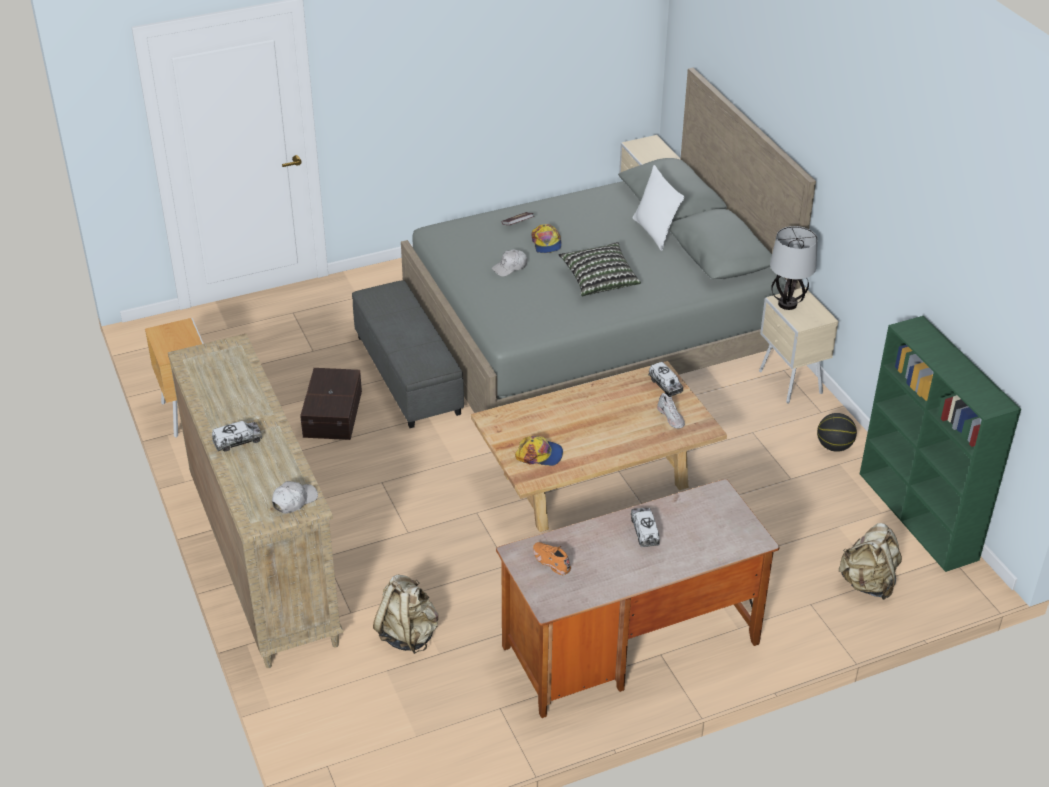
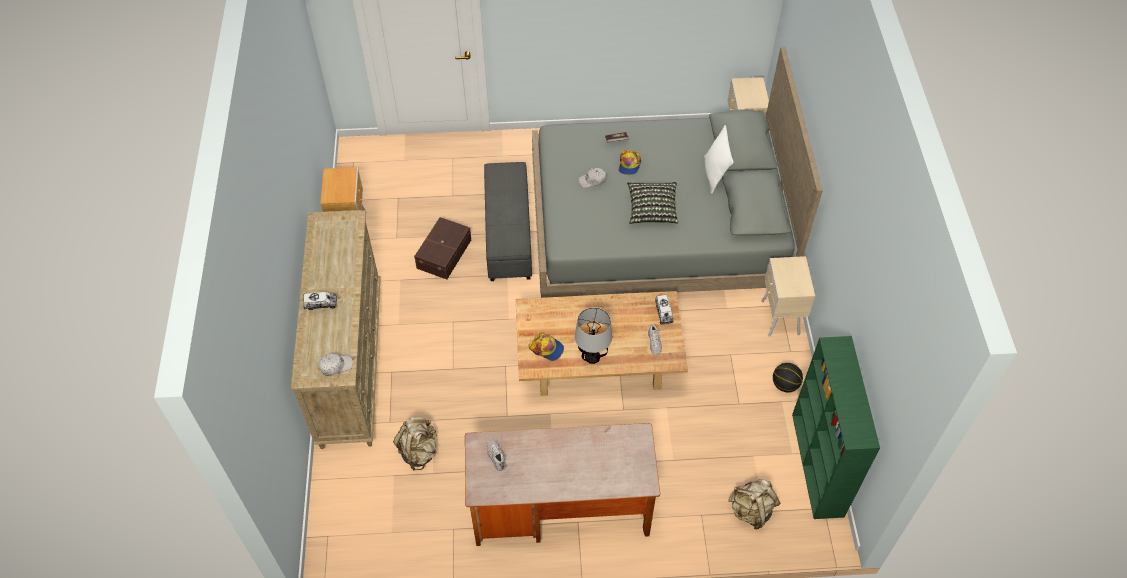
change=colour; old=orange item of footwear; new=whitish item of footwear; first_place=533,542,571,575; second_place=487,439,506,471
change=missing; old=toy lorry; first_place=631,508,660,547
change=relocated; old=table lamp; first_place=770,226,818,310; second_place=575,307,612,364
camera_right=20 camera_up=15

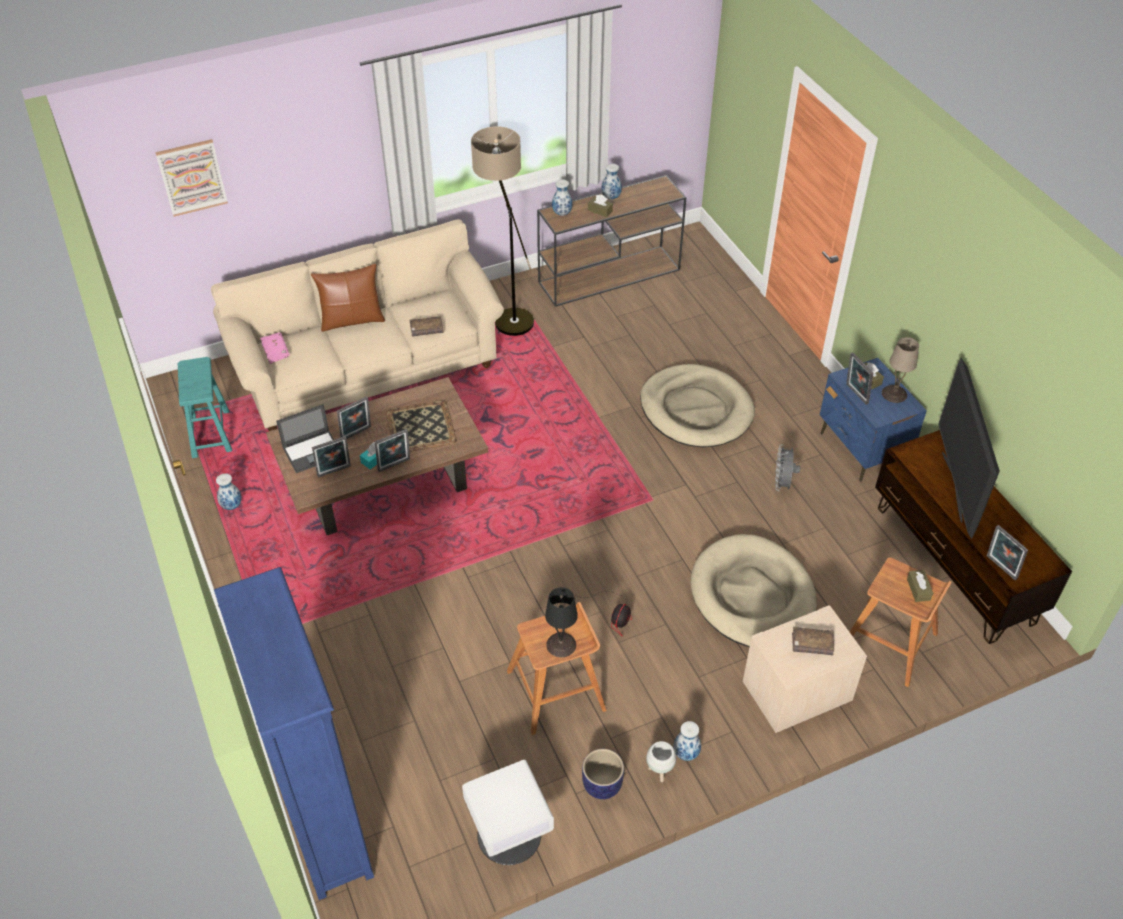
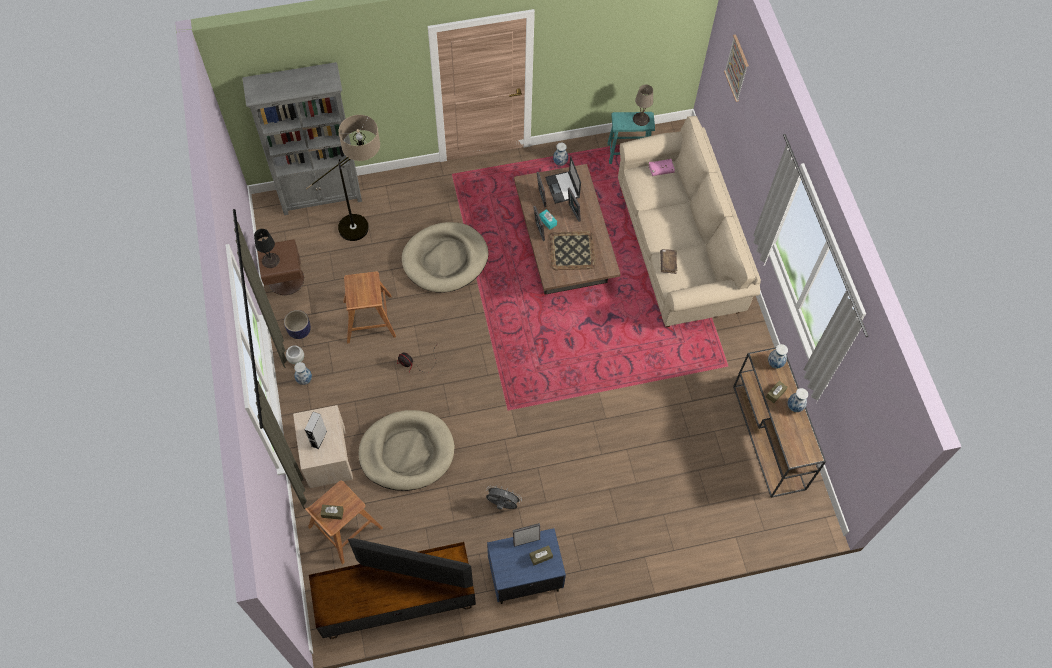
change=colour; old=blue shelving unit; new=grey shelving unit; first_place=214,567,374,900; second_place=242,62,362,215
change=missing; old=brown-coloured throw pillow; first_place=311,264,385,332
change=colour; old=whitish bedside table; new=brown-coloured bedside table; first_place=462,760,554,865; second_place=257,239,304,295
change=relocated; old=standard lamp; first_place=471,127,534,336; second_place=306,115,380,241
change=relocated; old=black-coloured table lamp; first_place=545,587,578,658; second_place=254,229,280,268
change=relocated; old=beige-coloured dog bed; first_place=640,364,755,447; second_place=402,222,488,293
change=exchanged; old=brown-coloured book; new=grey speaker; first_place=792,627,834,655; second_place=304,412,327,449
change=relocated; old=beige-coloured table lamp; first_place=882,337,919,403; second_place=633,84,653,126
change=missing; old=photo frame; first_place=987,525,1028,580
camera_right=100 camera_up=15

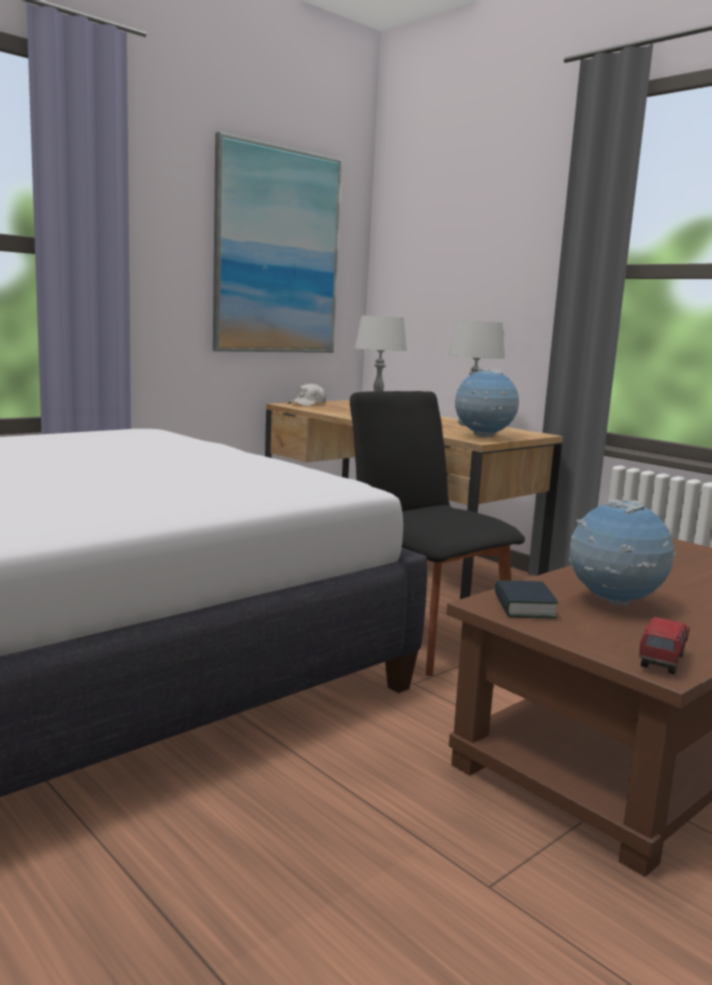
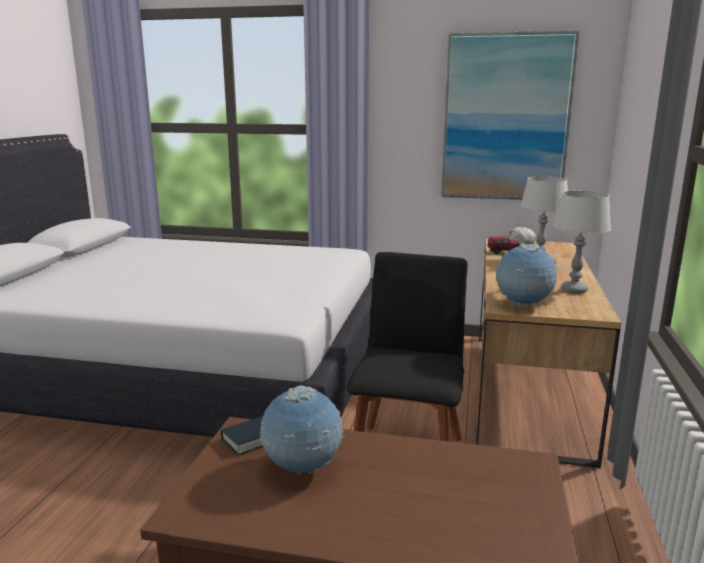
change=relocated; old=toy lorry; first_place=639,617,690,674; second_place=487,236,520,254
camera_right=55 camera_up=5

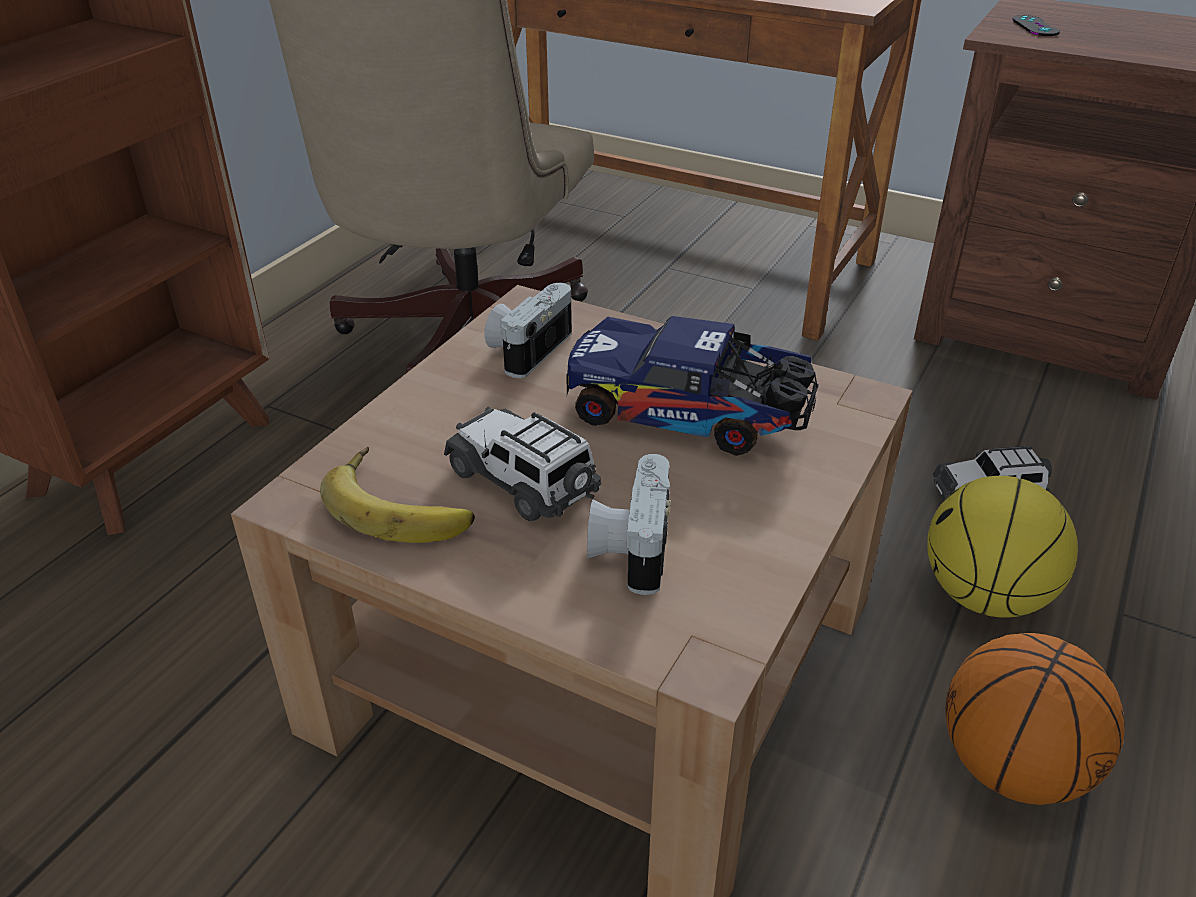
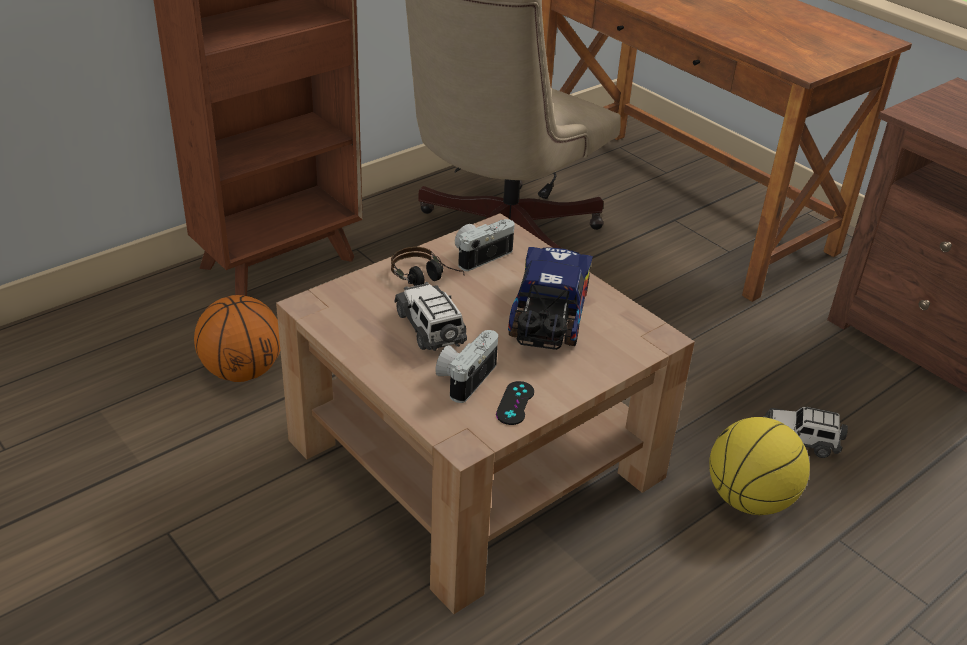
change=missing; old=banana fruit; first_place=320,447,475,543
change=spun; old=toy lorry; first_place=566,316,819,456; second_place=508,247,593,350; degrees=60
change=relocated; old=basketball ball; first_place=945,633,1125,805; second_place=194,295,280,382
change=relocated; old=black-coloured game controller; first_place=1012,15,1060,36; second_place=496,381,534,425
change=appeared; new=headset; second_place=391,247,464,286
camera_right=20 camera_up=0

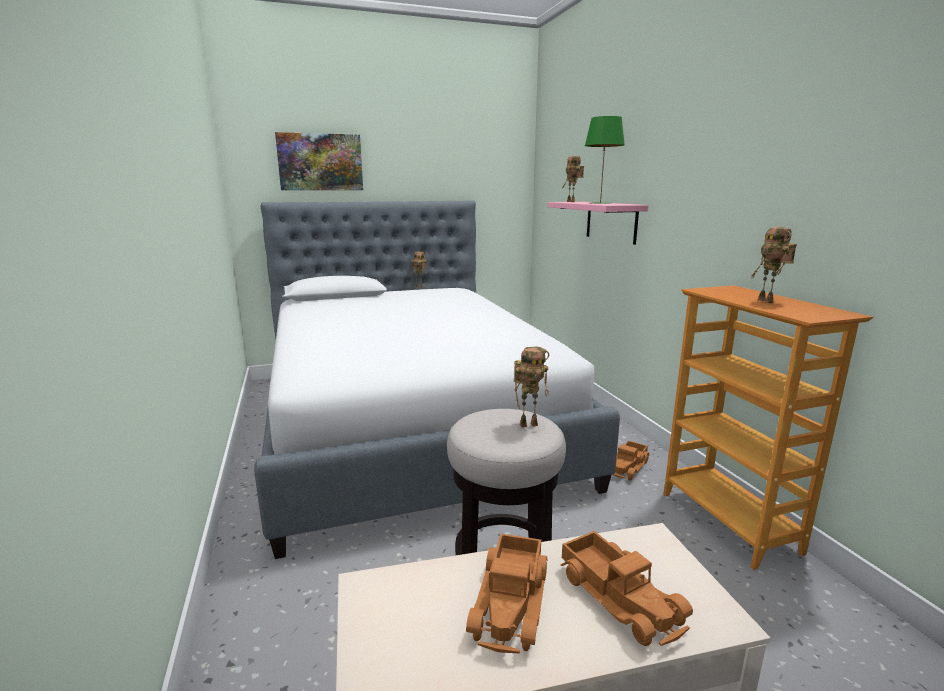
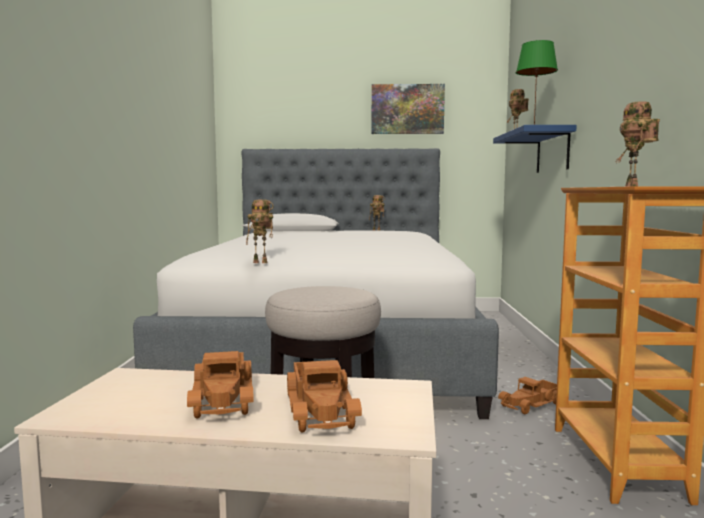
change=relocated; old=wall art; first_place=275,132,363,190; second_place=372,84,445,134
change=spun; old=toy lorry; first_place=466,534,548,654; second_place=187,351,254,419; degrees=-45
change=relocated; old=robot figure; first_place=514,346,549,428; second_place=246,199,273,263
change=colour; old=pinkish shelf; new=blue shelf; first_place=547,202,649,245; second_place=493,125,577,173
camera_right=20 camera_up=-10

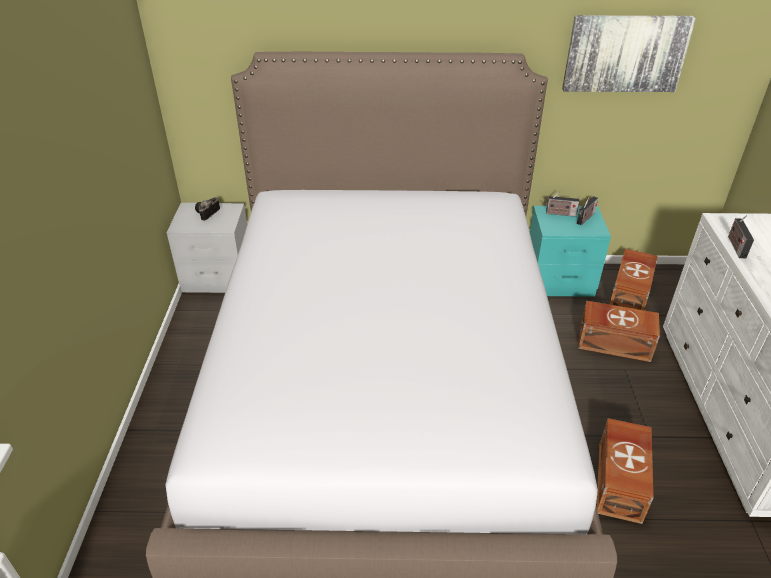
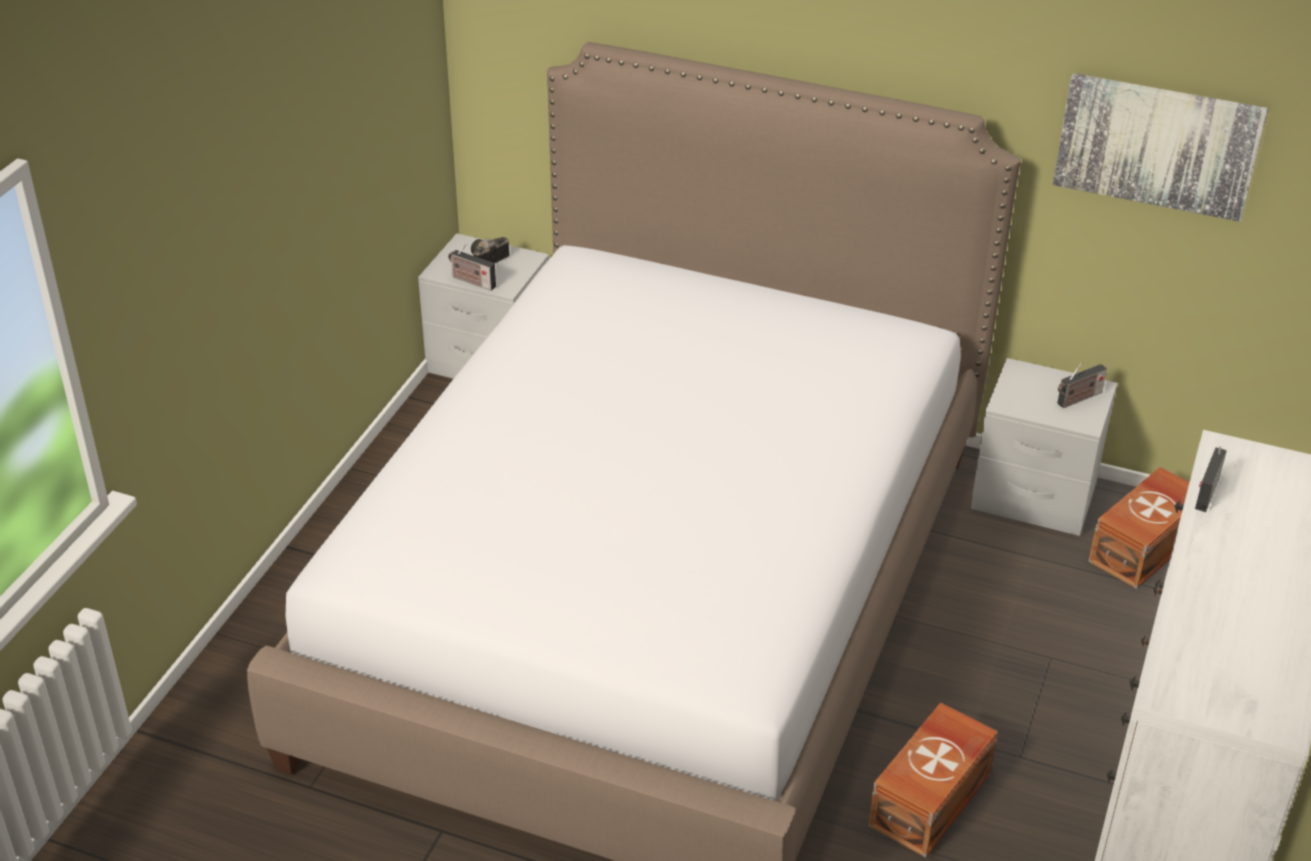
change=colour; old=blue-green bedside table; new=grey bedside table; first_place=530,206,611,297; second_place=971,358,1117,536
change=relocated; old=radio receiver; first_place=545,190,579,217; second_place=448,243,496,291
change=missing; old=brown-coloured storage container; first_place=578,301,660,362
camera_right=20 camera_up=0

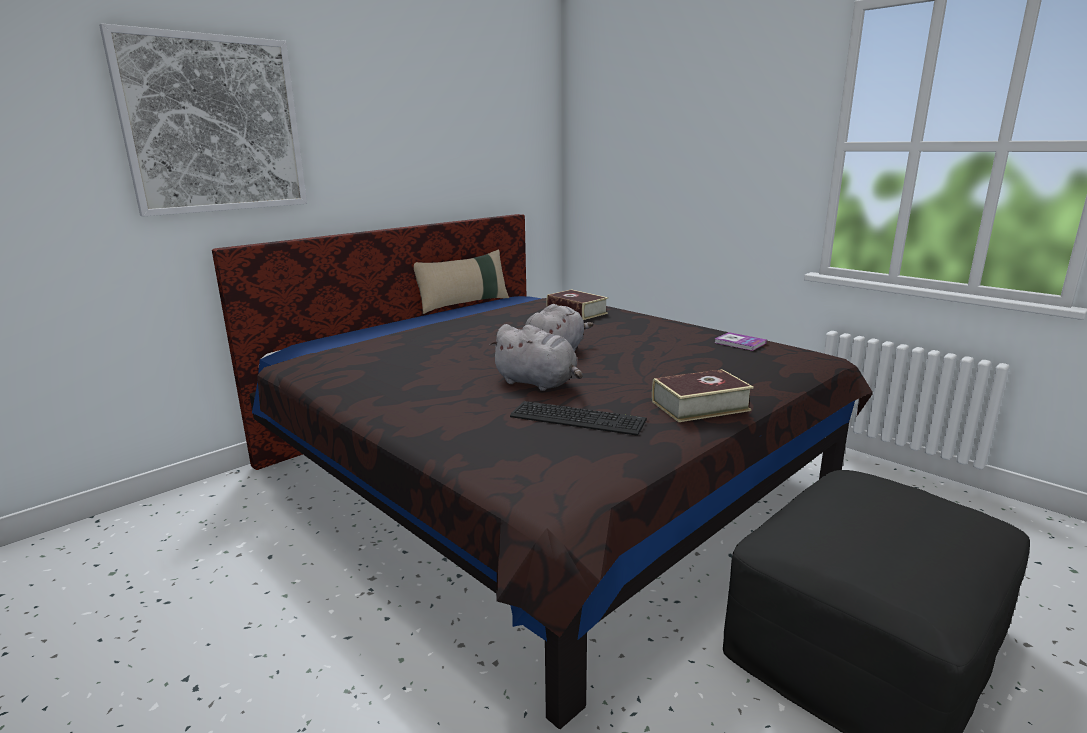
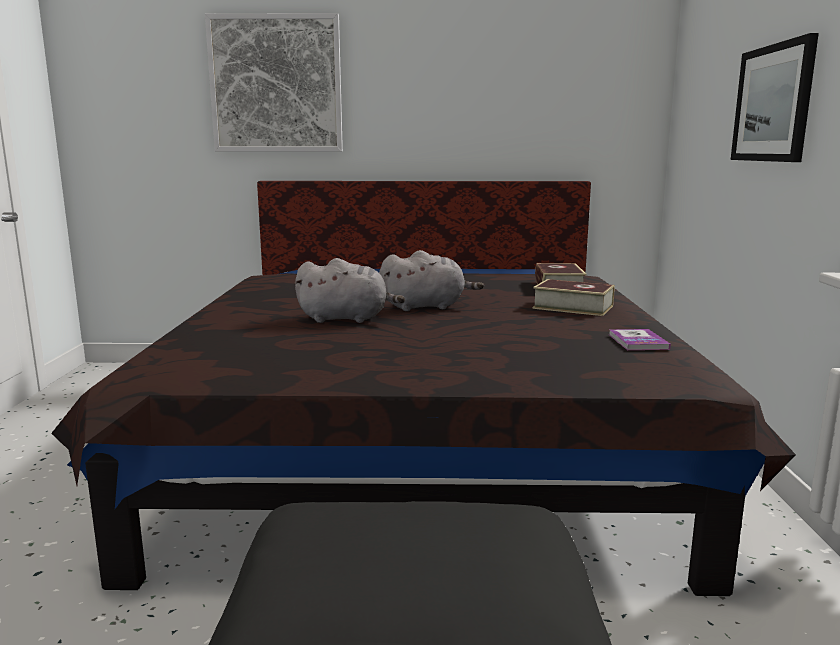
change=missing; old=beige-coloured throw pillow; first_place=414,249,509,314
change=spun; old=grey plush toy; first_place=489,324,582,391; second_place=294,258,405,323; degrees=-75
change=missing; old=keyboard; first_place=510,401,647,436
change=relocated; old=book; first_place=652,369,754,422; second_place=533,279,615,316
change=appeared; new=wall art; second_place=731,33,819,162
camera_right=45 camera_up=-5

